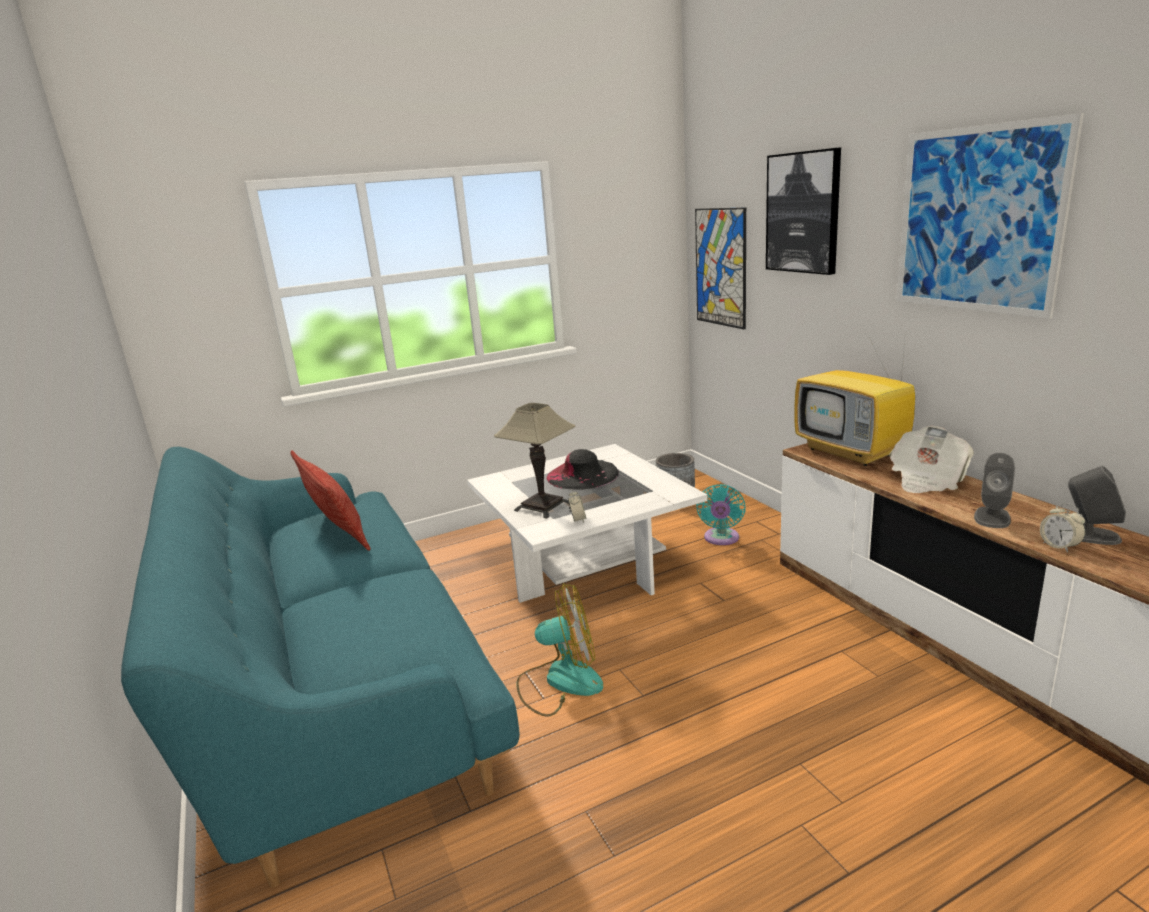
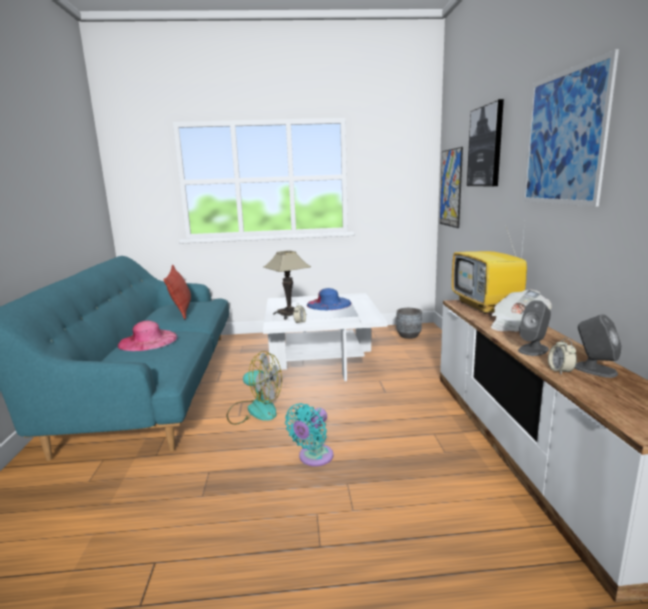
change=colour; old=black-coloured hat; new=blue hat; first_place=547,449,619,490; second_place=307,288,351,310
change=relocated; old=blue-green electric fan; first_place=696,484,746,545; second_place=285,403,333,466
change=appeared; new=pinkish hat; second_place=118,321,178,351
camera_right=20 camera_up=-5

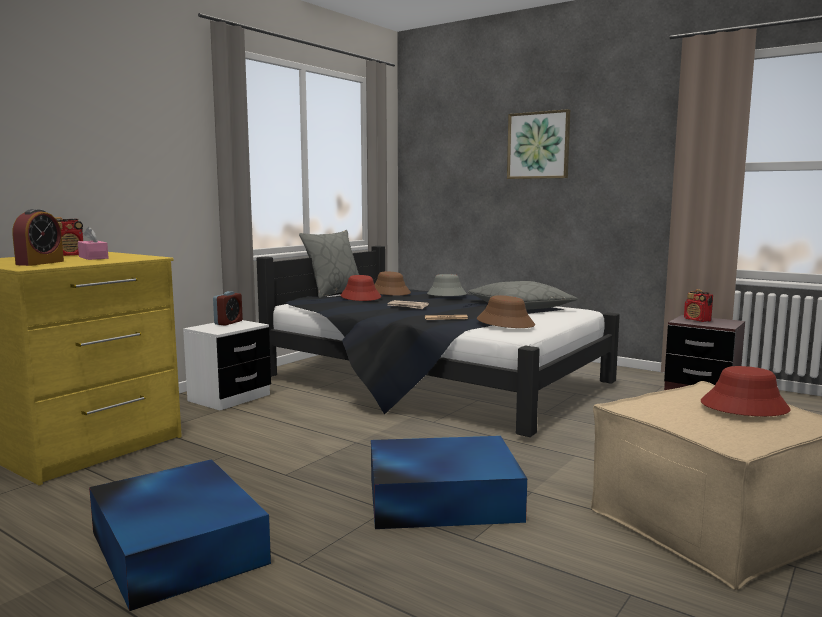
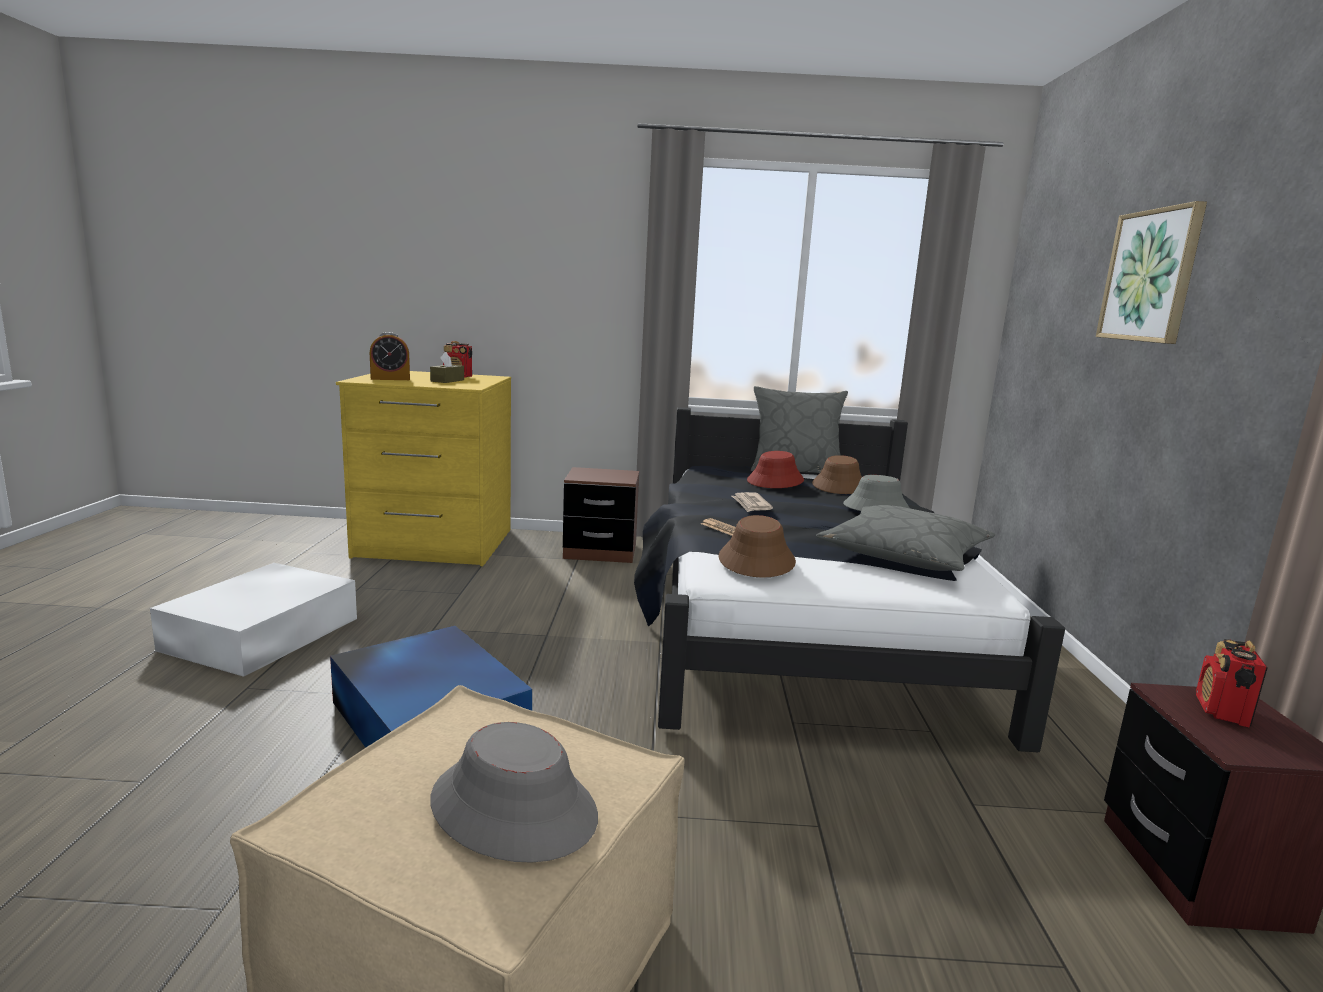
change=colour; old=pinkish tissue holder; new=brown-coloured tissue holder; first_place=78,226,108,260; second_place=430,352,464,383
change=colour; old=blue storage container; new=whitish storage container; first_place=89,459,271,611; second_place=150,563,357,677
change=colour; old=whitish bedside table; new=brown-coloured bedside table; first_place=183,320,271,410; second_place=563,467,639,563
change=missing; old=bedside clock; first_place=213,291,243,326
change=colour; old=red hat; new=grey hat; first_place=701,366,791,416; second_place=430,722,598,863
camera_right=55 camera_up=5

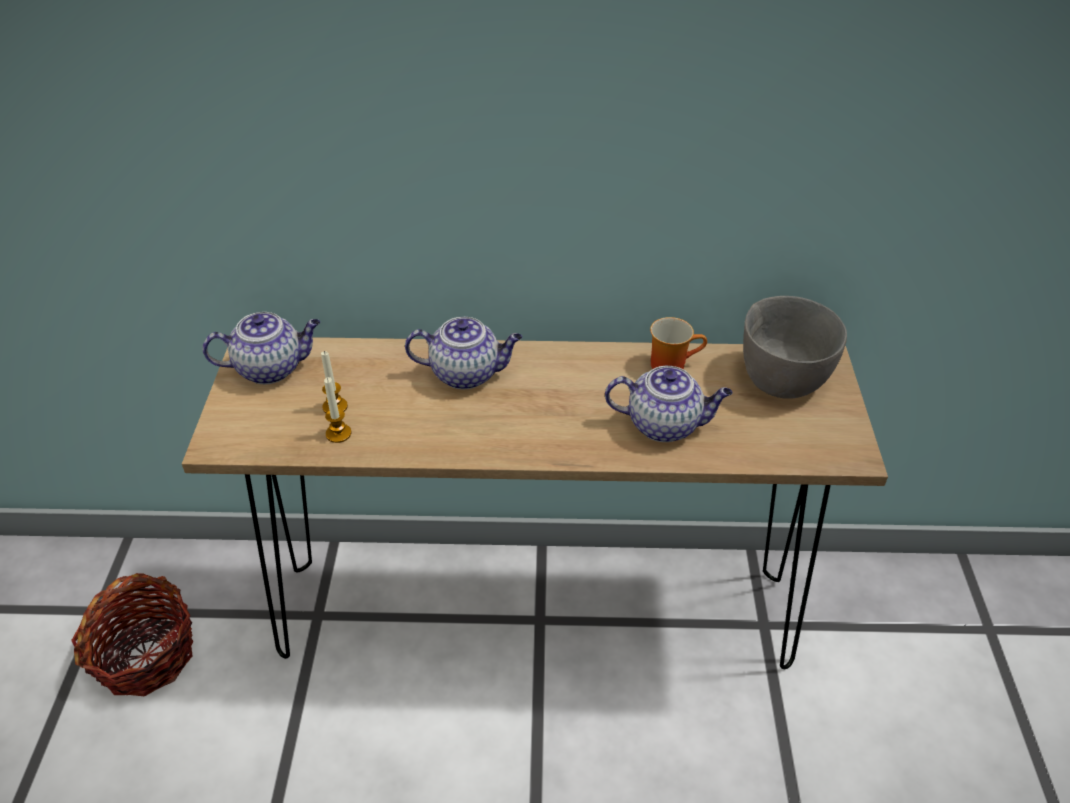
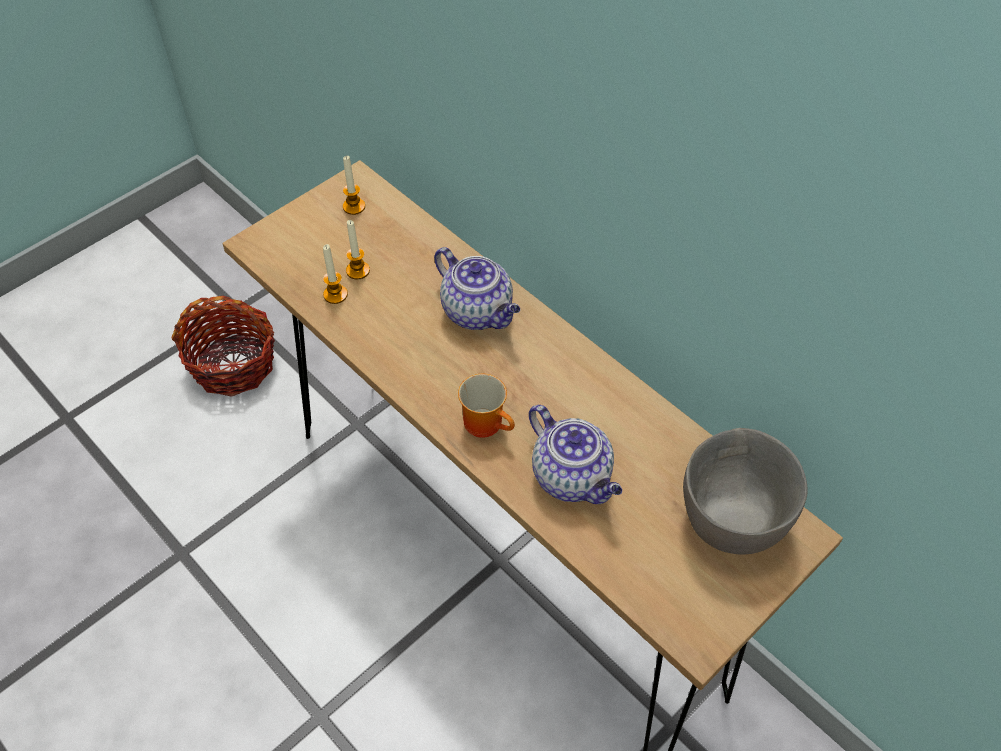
change=exchanged; old=tea pot; new=wax light; first_place=202,312,320,384; second_place=343,156,365,215
change=relocated; old=tea mug; first_place=650,317,707,369; second_place=458,374,515,438
camera_right=45 camera_up=10

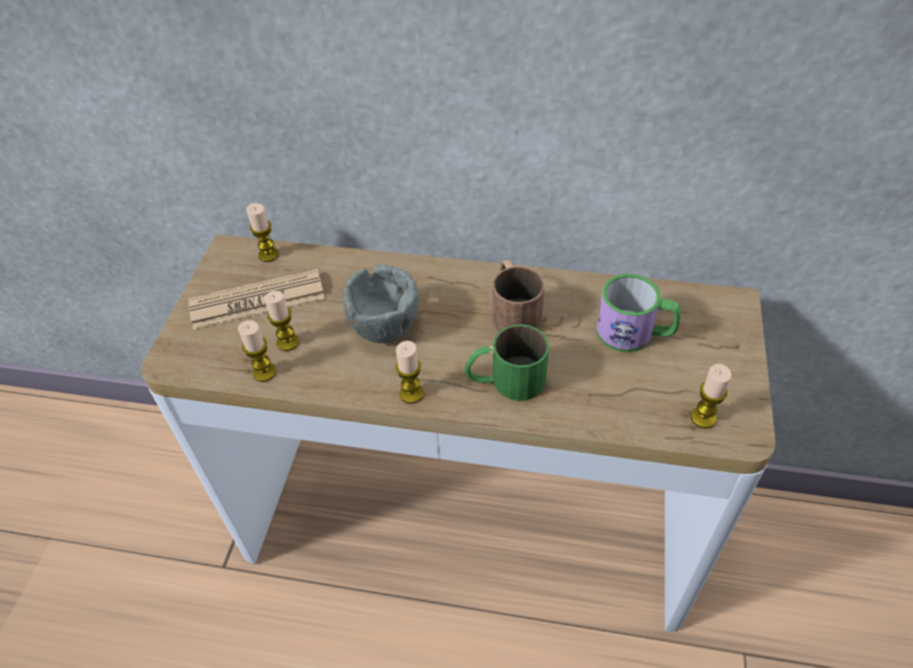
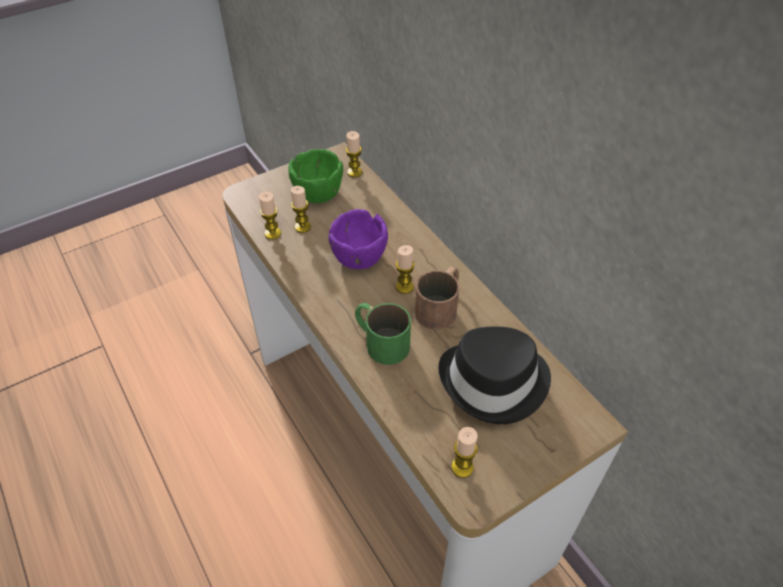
change=exchanged; old=newspaper; new=greenish serving bowl; first_place=189,269,325,330; second_place=289,149,343,203
change=colour; old=grey serving bowl; new=purplish serving bowl; first_place=343,265,419,343; second_place=328,209,388,269
change=relocated; old=wax light; first_place=395,341,424,404; second_place=396,245,415,294
change=exchanged; old=tea mug; new=black-coloured hat; first_place=596,274,681,352; second_place=438,327,551,424
camera_right=45 camera_up=0

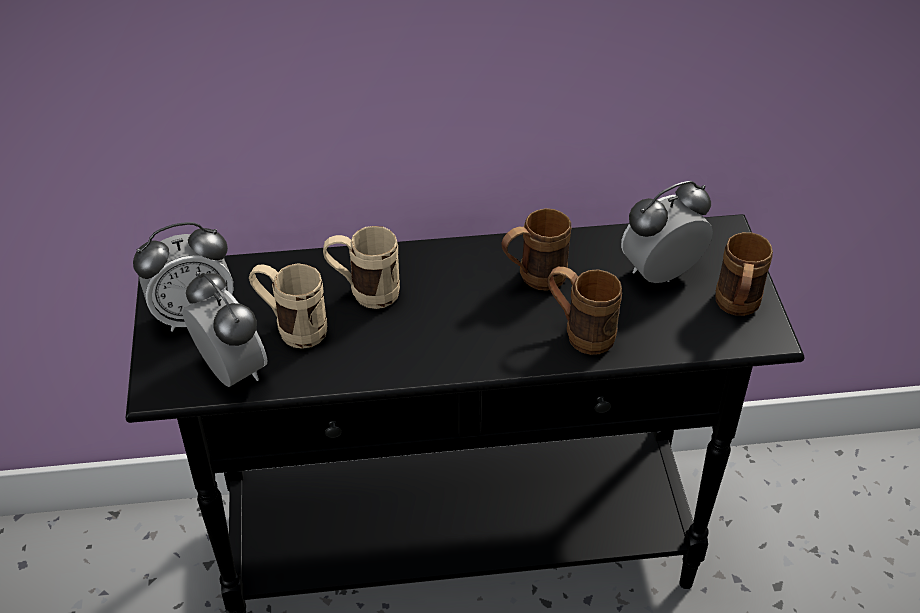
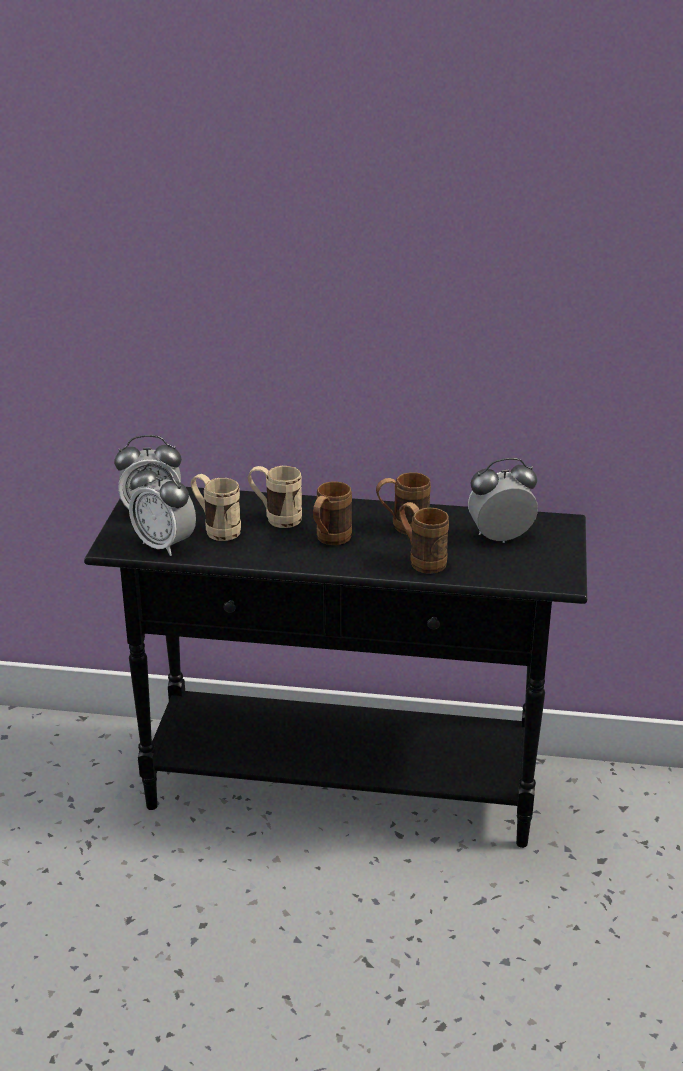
change=spun; old=bedside clock; first_place=182,272,267,387; second_place=129,463,196,556; degrees=150
change=relocated; old=brown-coloured tea mug; first_place=715,232,773,316; second_place=313,481,352,545
camera_right=15 camera_up=-15

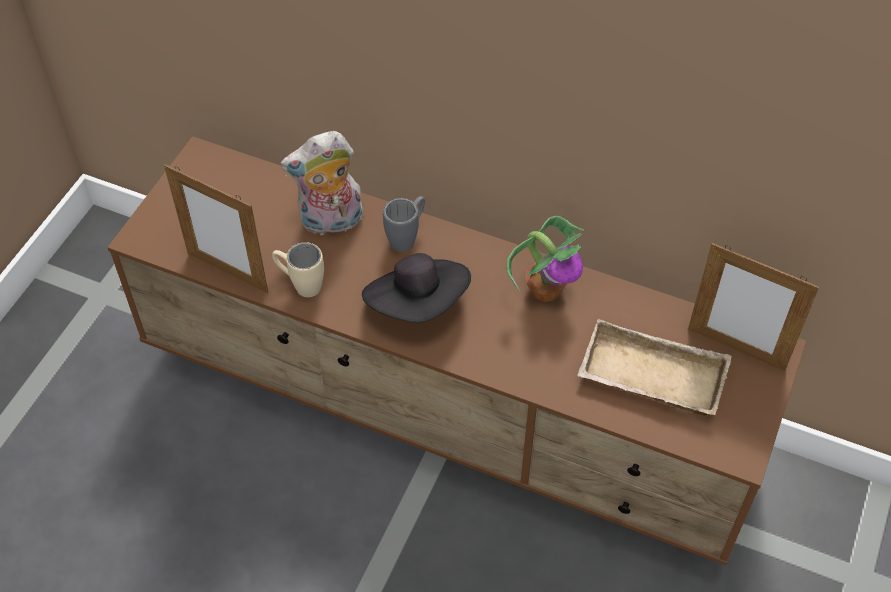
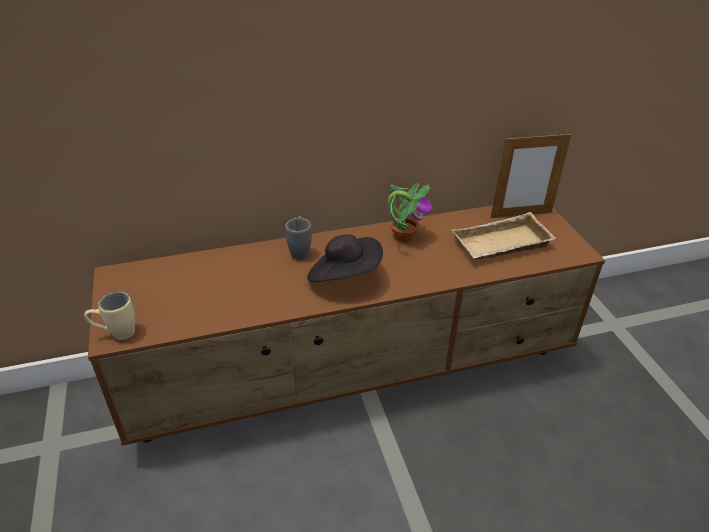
change=missing; old=photo frame; first_place=164,164,268,293
change=relocated; old=beige-coloured tea mug; first_place=272,242,324,297; second_place=84,292,135,340
change=missing; old=plush toy; first_place=280,131,363,235
camera_right=-40 camera_up=-15

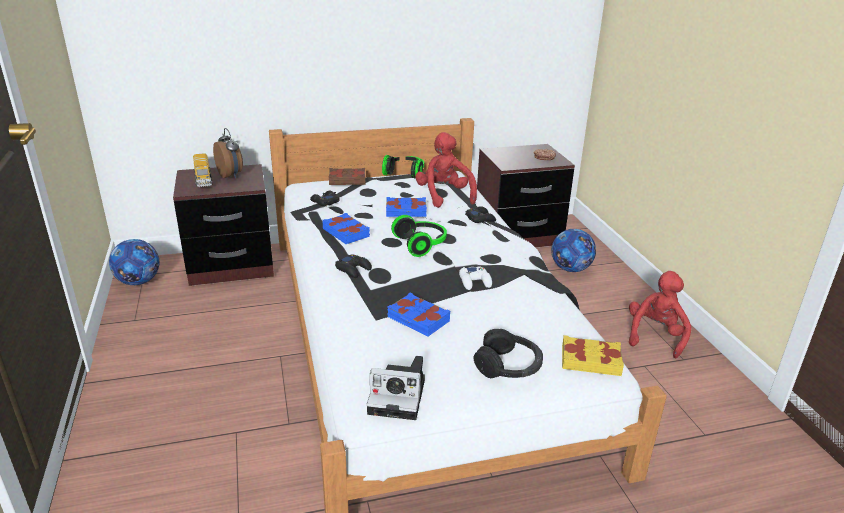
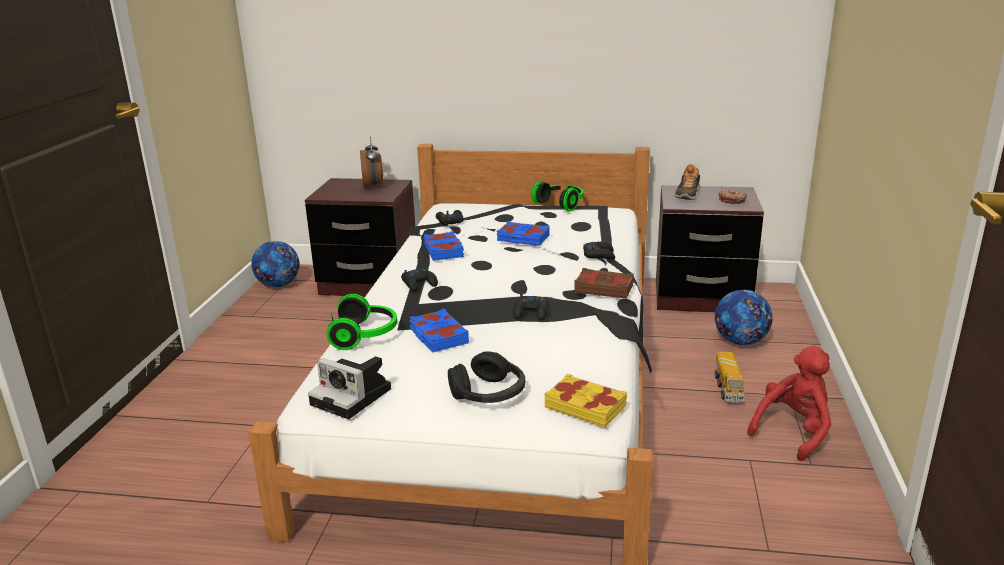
change=relocated; old=toy lorry; first_place=193,153,213,187; second_place=715,352,745,403
change=relocated; old=brown-coloured book; first_place=329,168,365,185; second_place=574,268,634,299
change=relocated; old=headset; first_place=391,215,447,257; second_place=326,294,397,350
change=missing; old=red plush toy; first_place=415,132,477,208
change=colour; old=whitish game controller; new=black-coloured game controller; first_place=459,266,492,290; second_place=513,294,549,320
change=appeared; new=item of footwear; second_place=674,164,701,200
camera_right=25 camera_up=-5

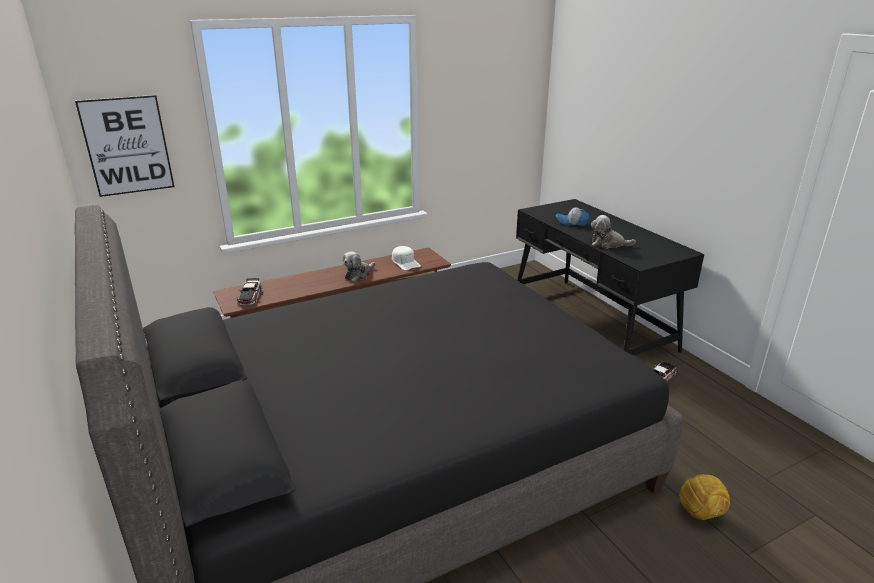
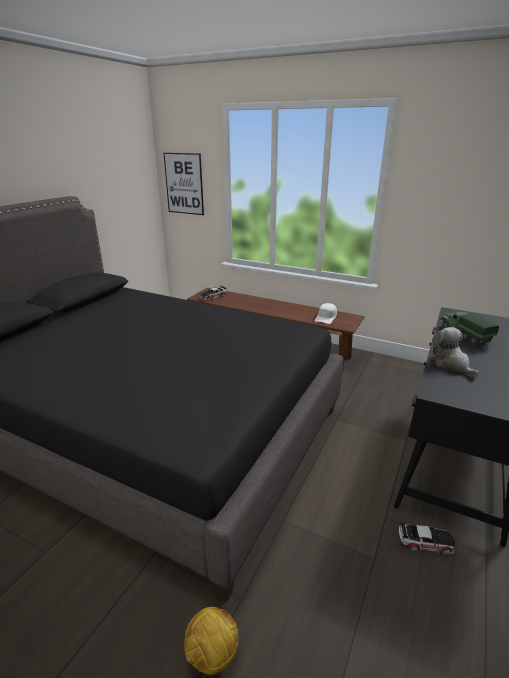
change=missing; old=plush toy; first_place=343,252,375,282
change=exchanged; old=baseball cap; new=toy lorry; first_place=556,207,590,226; second_place=440,311,499,345
camera_right=55 camera_up=0

